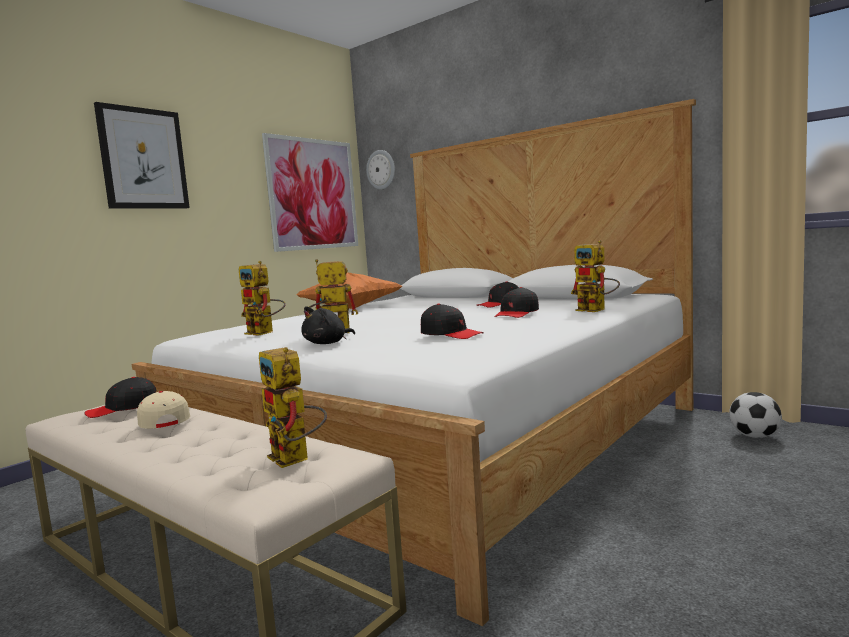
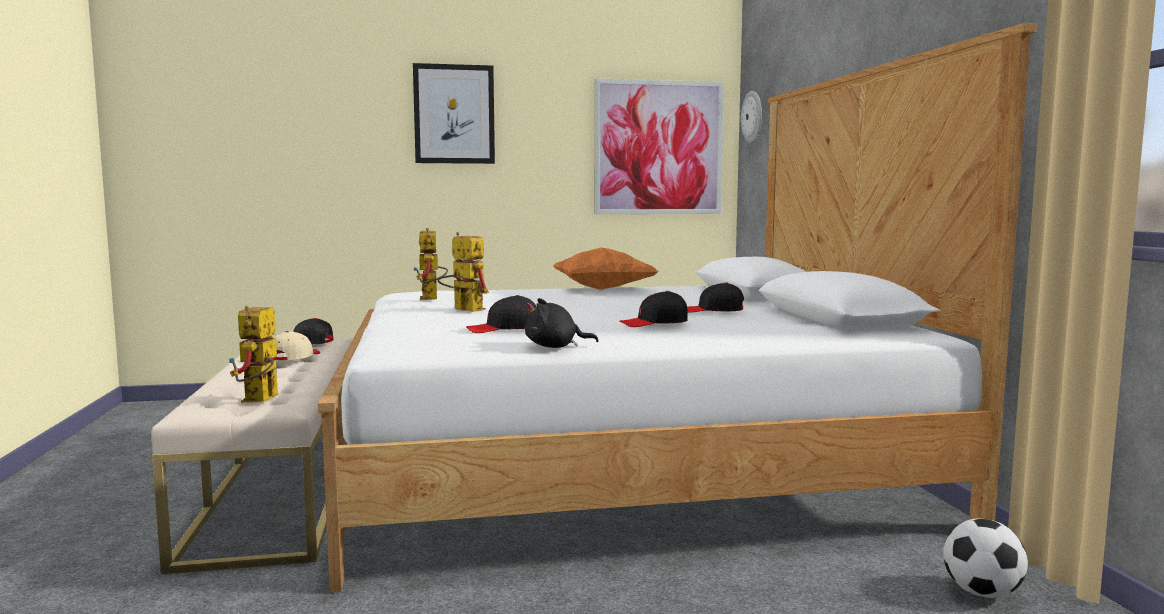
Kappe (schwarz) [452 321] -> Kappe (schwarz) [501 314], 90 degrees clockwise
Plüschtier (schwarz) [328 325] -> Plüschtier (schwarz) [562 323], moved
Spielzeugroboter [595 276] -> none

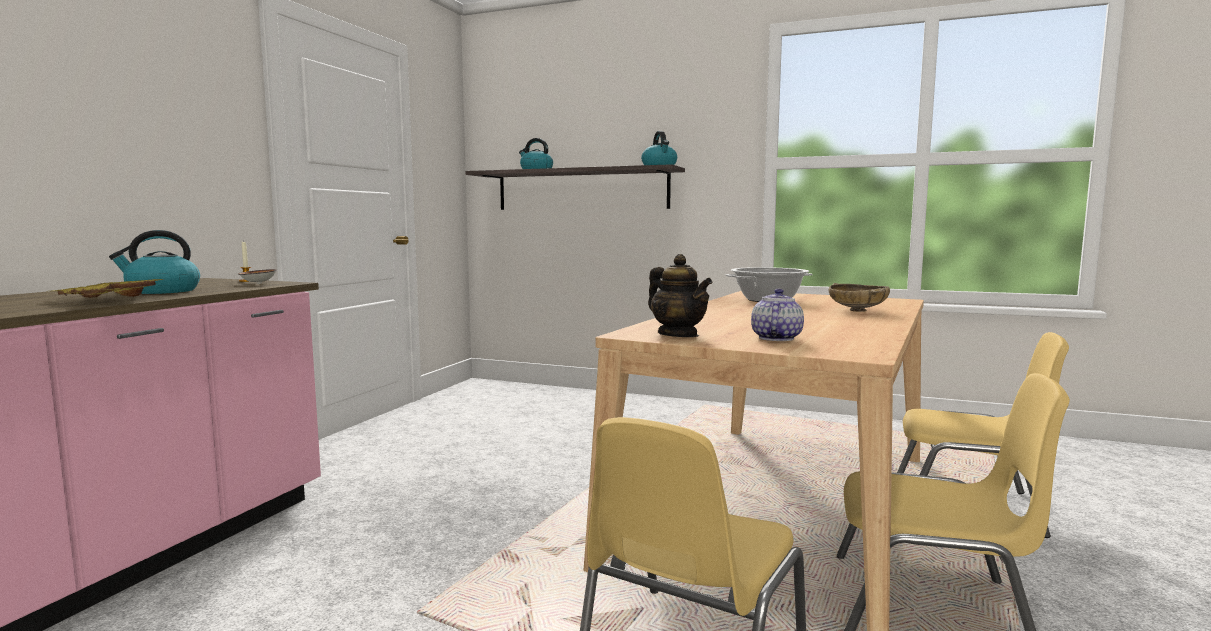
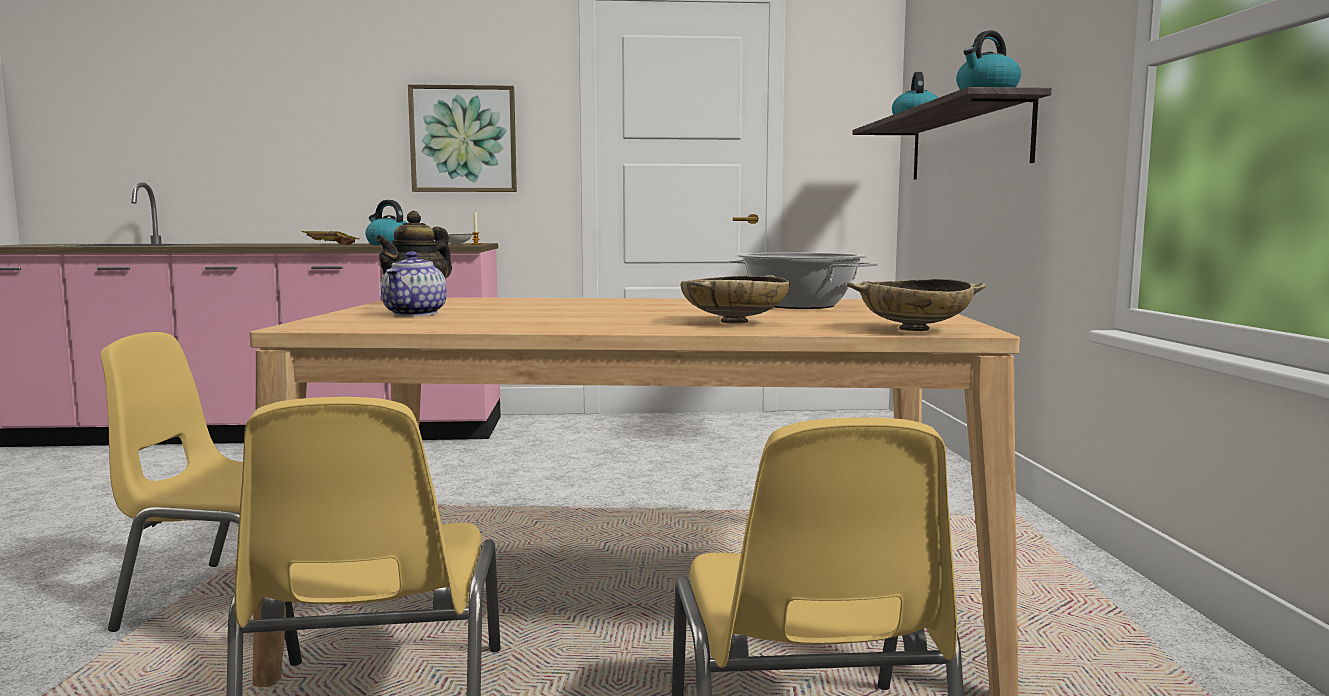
Teekanne [777 315] -> Teekanne [414 283], 105 degrees clockwise
none -> Bild [462 138]
none -> Schüssel (beige) [916 305]

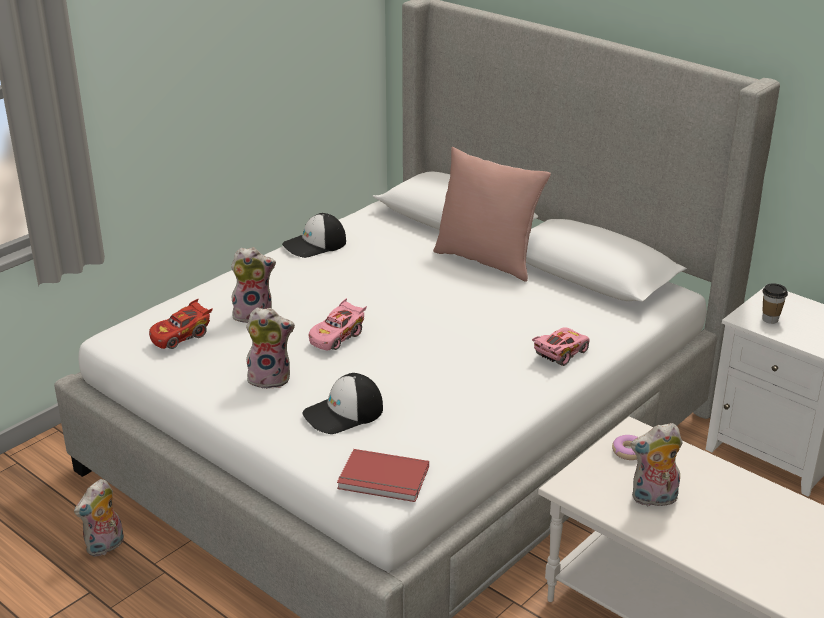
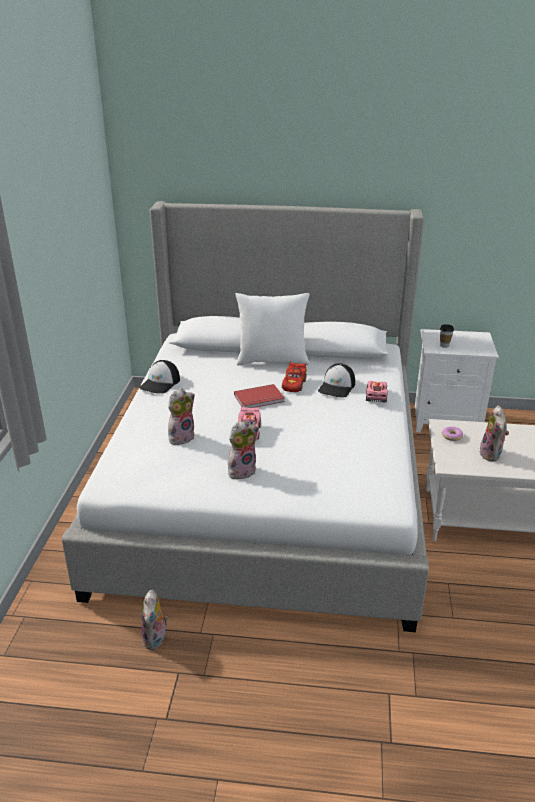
Buch (rot) [383 475] -> Buch (rot) [259 396], moved
Kissen (rosa) [492 214] -> Kissen (weiß) [273 329]
Spielzeugauto (rot) [181 323] -> Spielzeugauto (rot) [294 376], moved
Kappe [342 403] -> Kappe [336 380], moved
Plüschtier [656 466] -> Plüschtier [494 433], 45 degrees counterclockwise

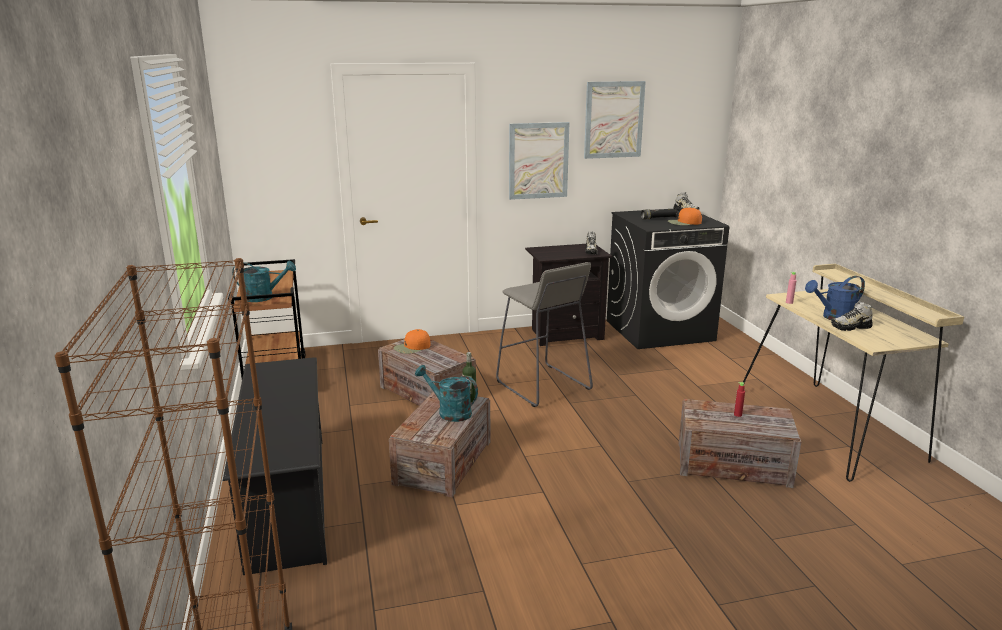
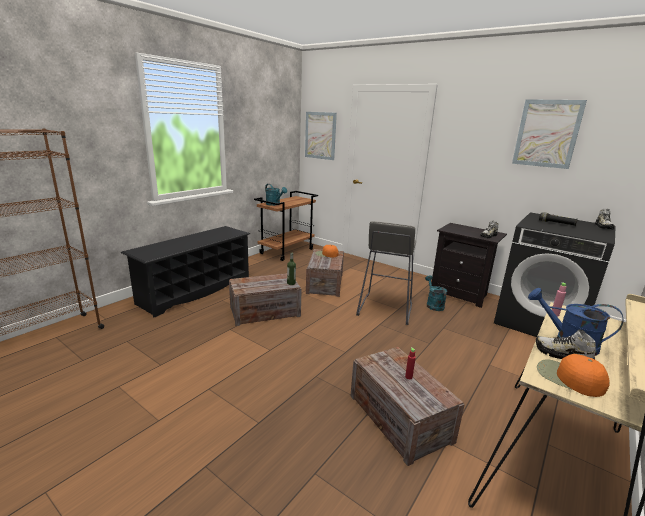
Bild [539 161] -> Bild [321 136], moved
Gießkanne (türkis) [446 393] -> Gießkanne (türkis) [436 293], moved
Kappe (orange) [685 216] -> Kappe (orange) [573 375], moved

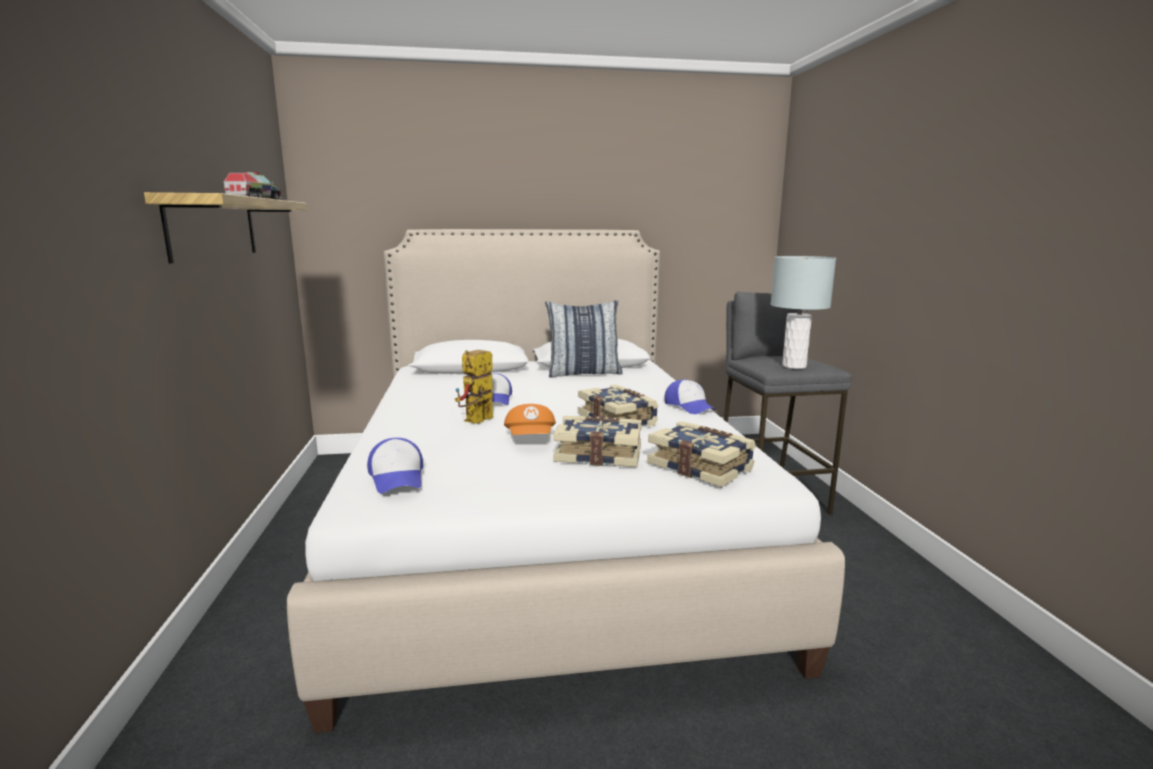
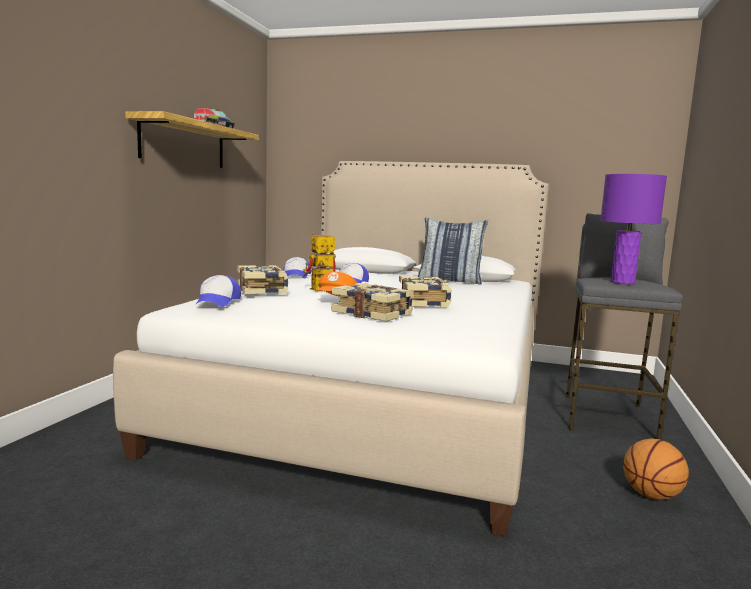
Buch [701 454] -> Buch [263 280], moved
Kappe [690 396] -> Kappe [297 267], moved
Tischlampe (grau) [803 312] -> Tischlampe (lila) [633 229]
none -> Basketball [656 469]

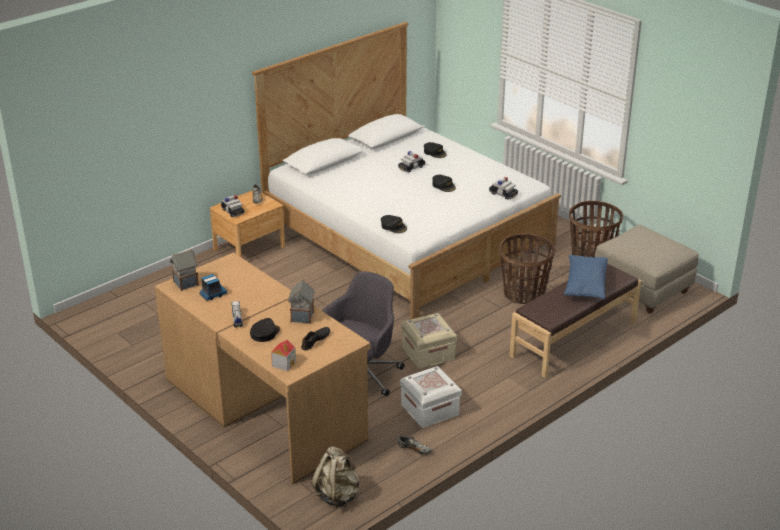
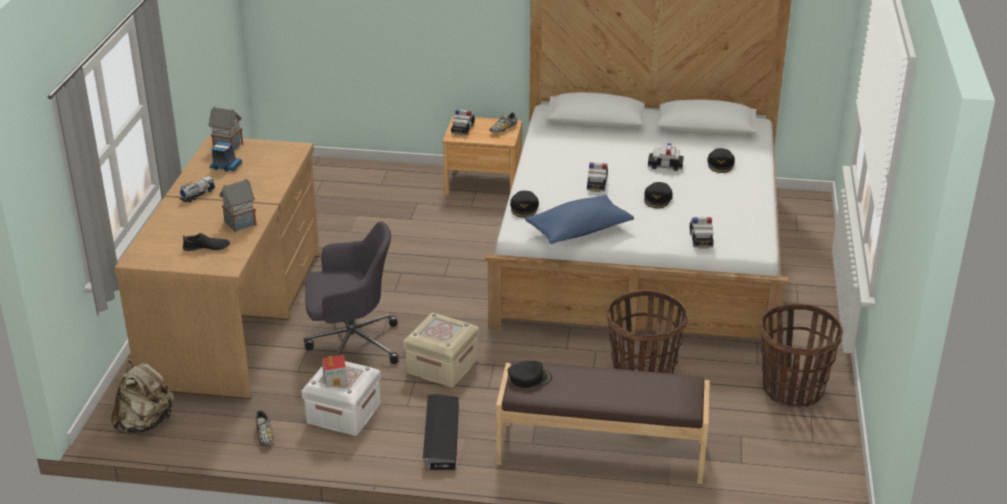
Spielzeughaus [283 355] -> Spielzeughaus [334 371], moved
none -> Aufbewahrungsbox (schwarz) [441 432]
Kappe (schwarz) [265 330] -> Kappe (schwarz) [530 374], moved
Kissen (blau) [586 277] -> Kissen (blau) [579 219], moved
none -> Spielzeugauto [597 177]
Polsterhocker (beige) [647 269] -> none

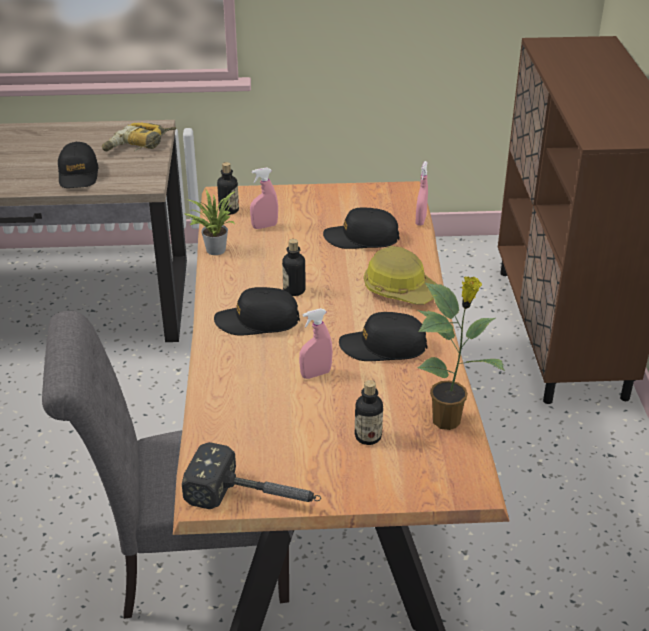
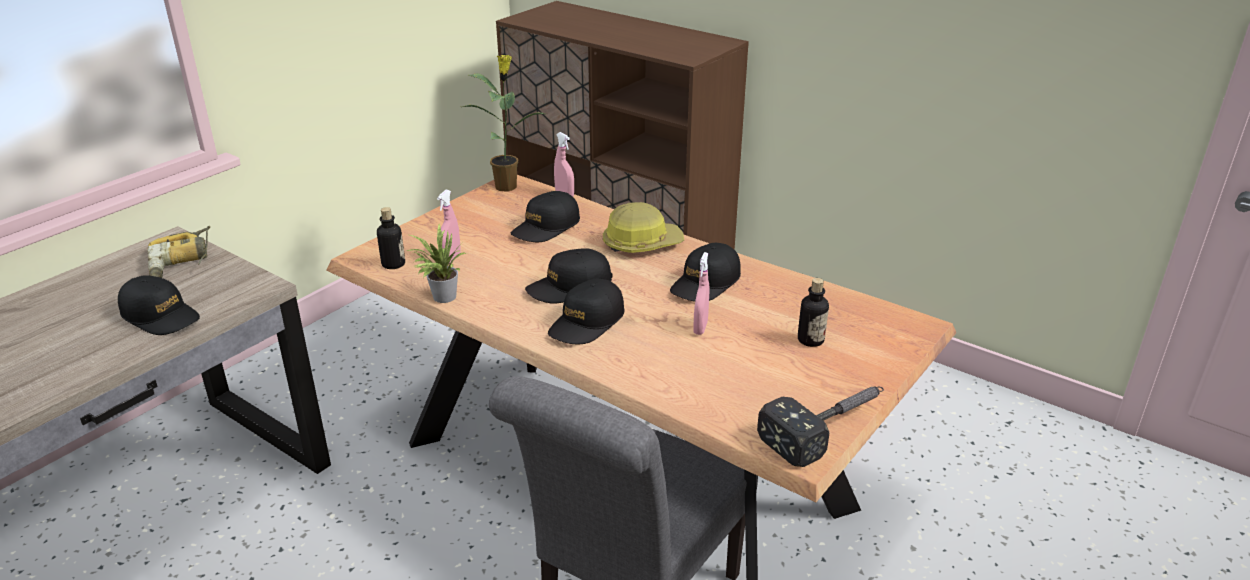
Topfpflanze [461 353] -> Topfpflanze [504 123], moved
Flasche [294 267] -> Kappe (schwarz) [569 276]

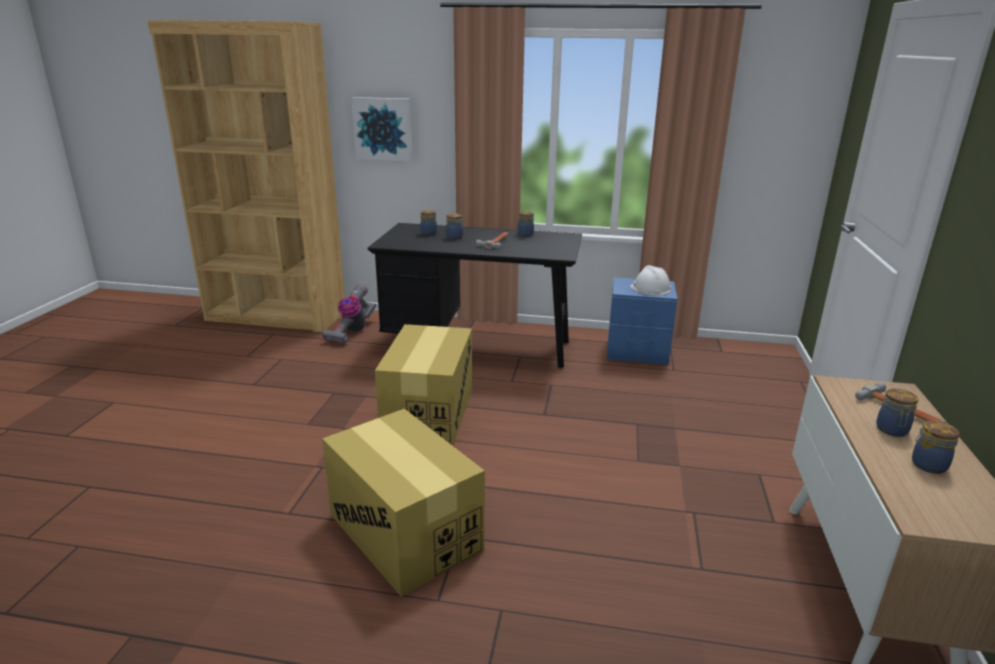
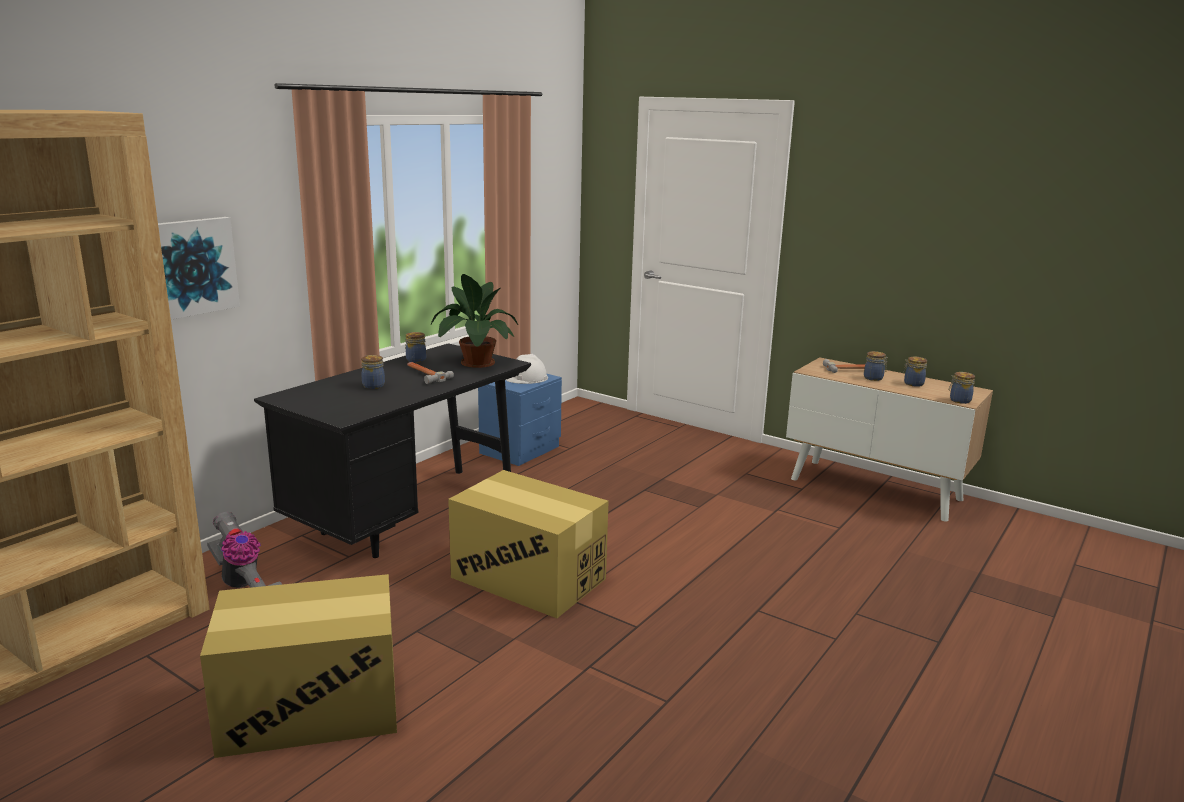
Karton [403 502] -> Karton [298 666], moved
none -> Topfpflanze [474 321]
Vorratsglas [428 222] -> Vorratsglas [962 388], moved

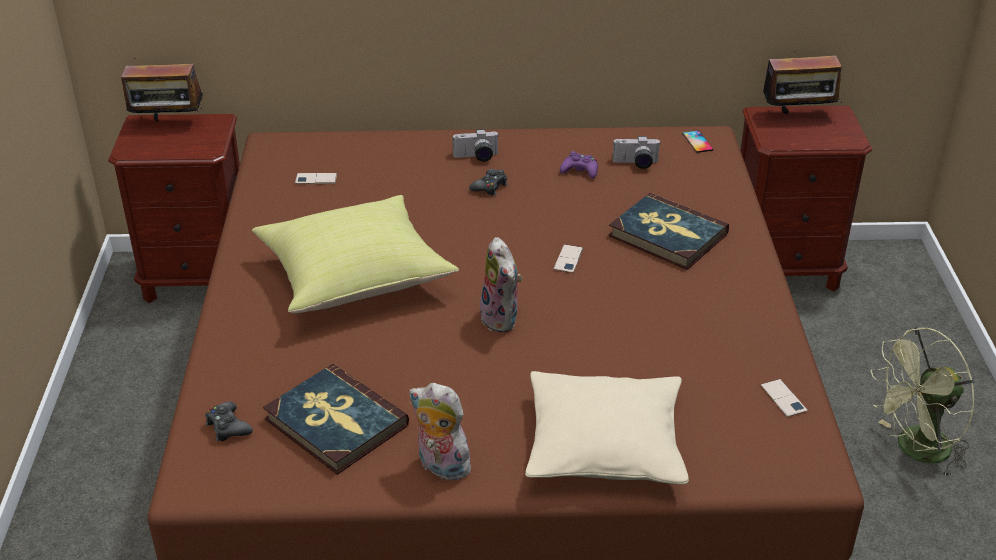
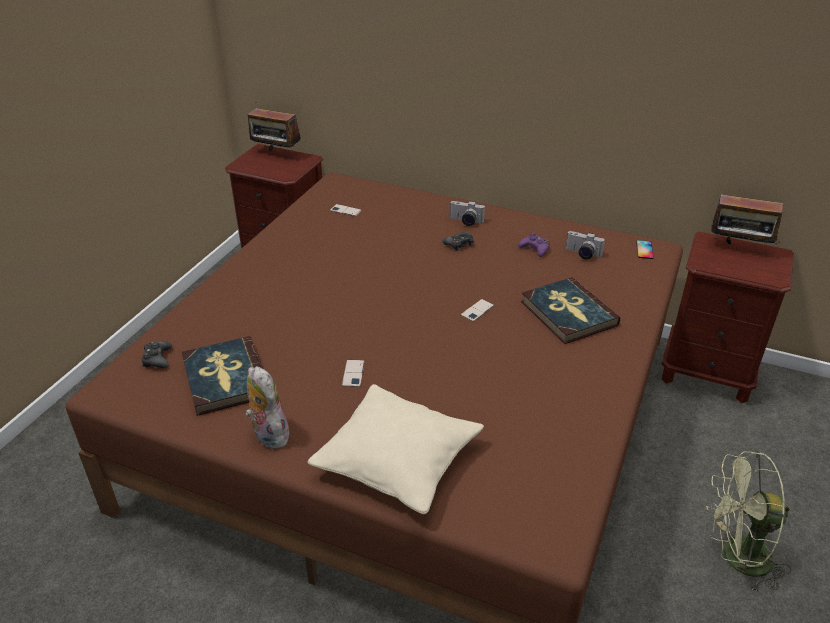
Handy [784 398] -> Handy [353 373], moved
Kissen (gelb) [355 254] -> none
Plüschtier [501 284] -> none

